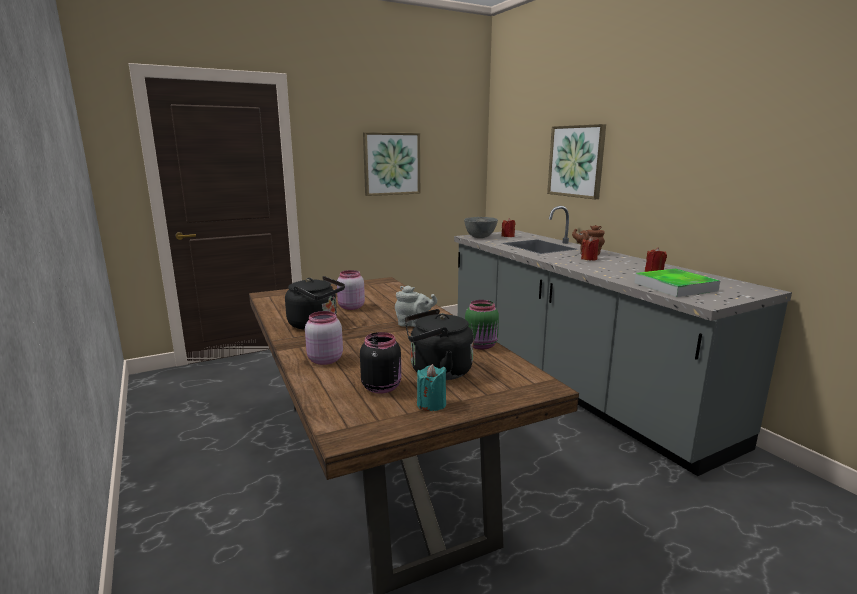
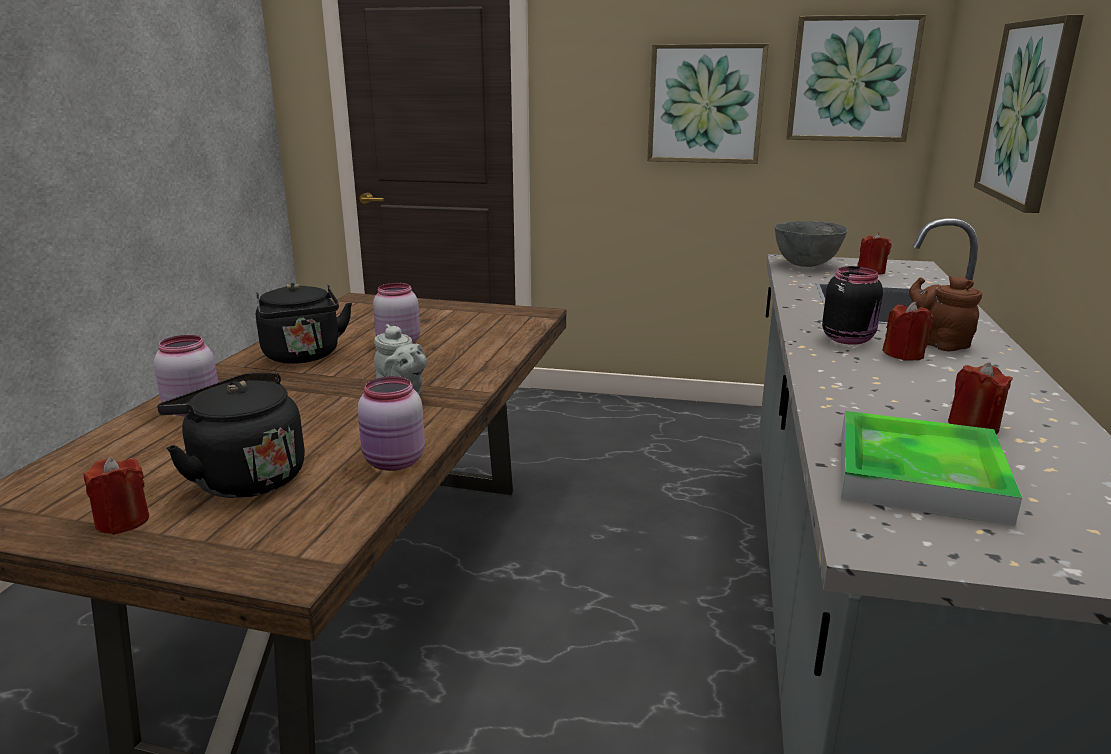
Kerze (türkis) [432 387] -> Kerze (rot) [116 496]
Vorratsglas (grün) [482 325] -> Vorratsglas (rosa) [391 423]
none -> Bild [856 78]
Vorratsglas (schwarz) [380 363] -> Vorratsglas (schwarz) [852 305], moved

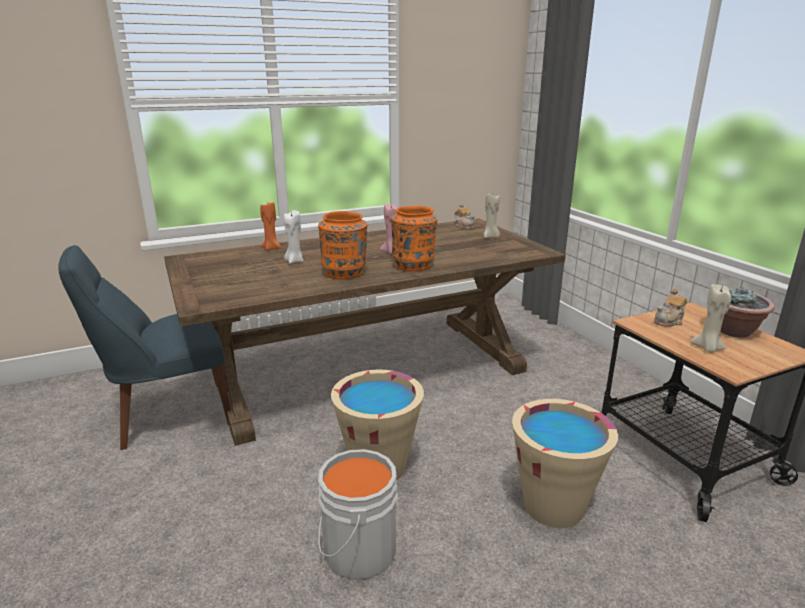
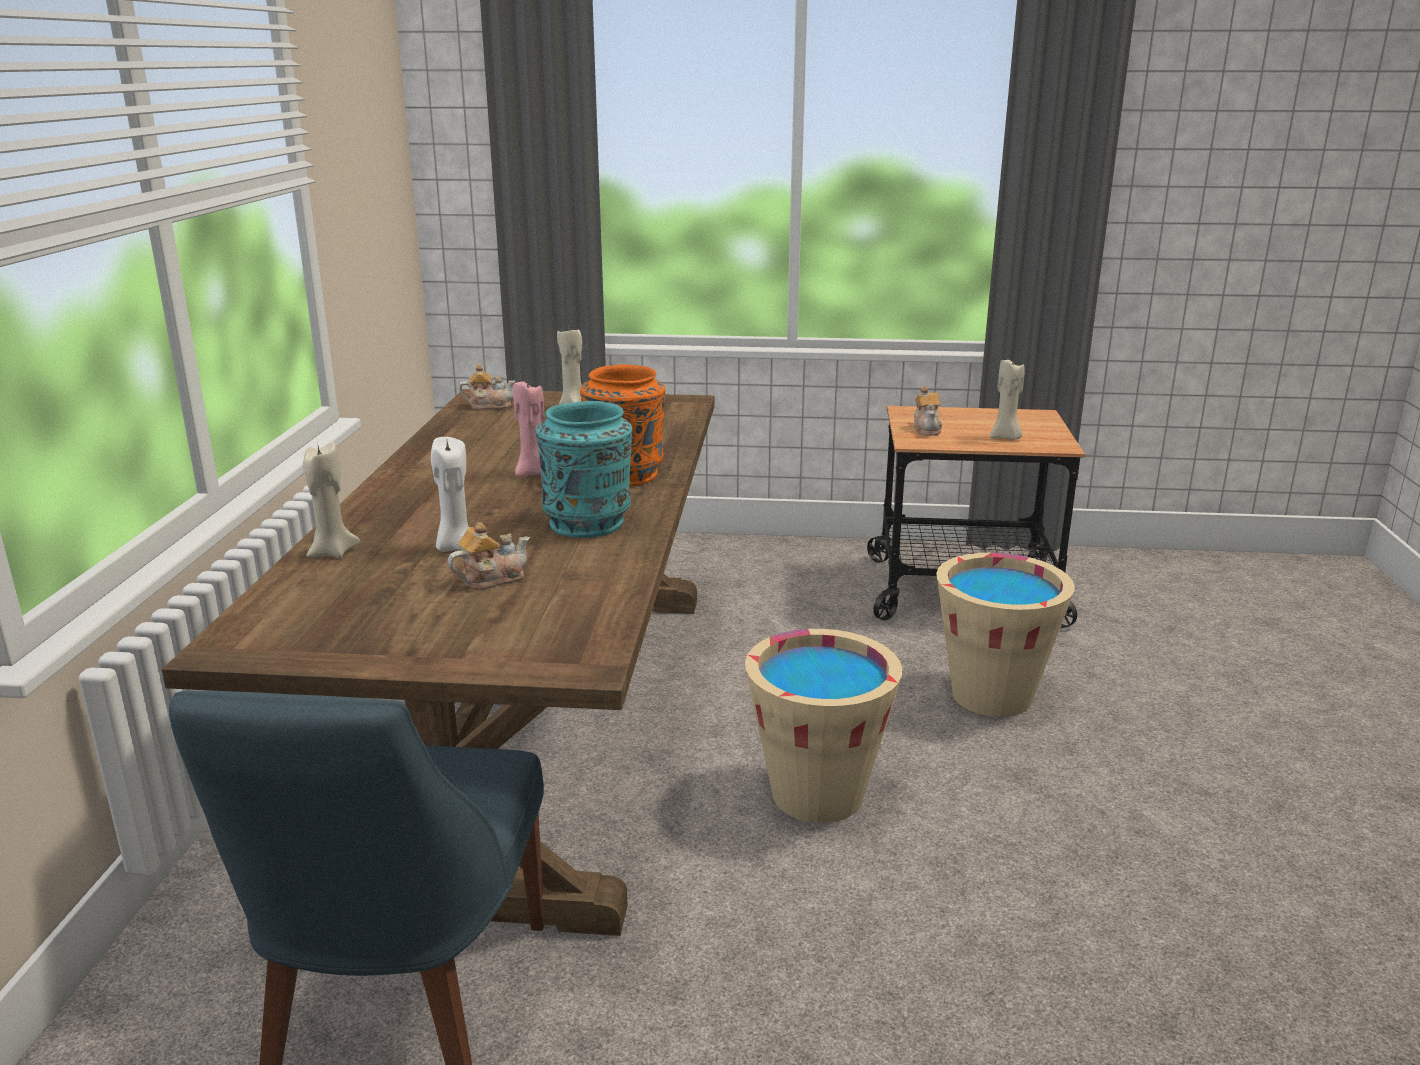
Kerze (orange) [270 226] -> Kerze (beige) [331 500]
none -> Teekanne [489 556]
Vase (orange) [342 245] -> Vase (türkis) [584 469]
Eimer (grau) [358 514] -> none
Topfpflanze [747 312] -> none

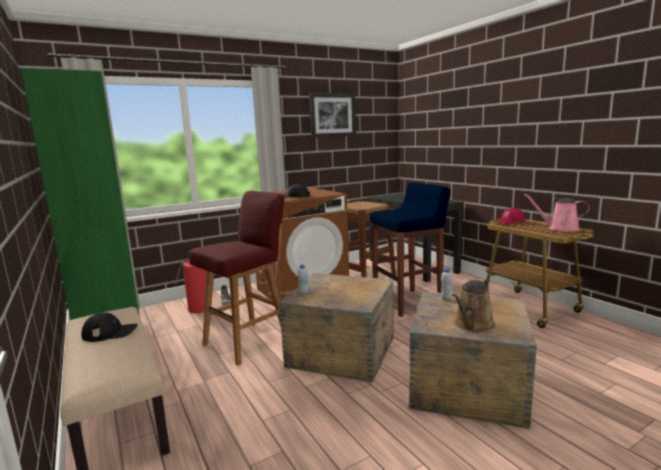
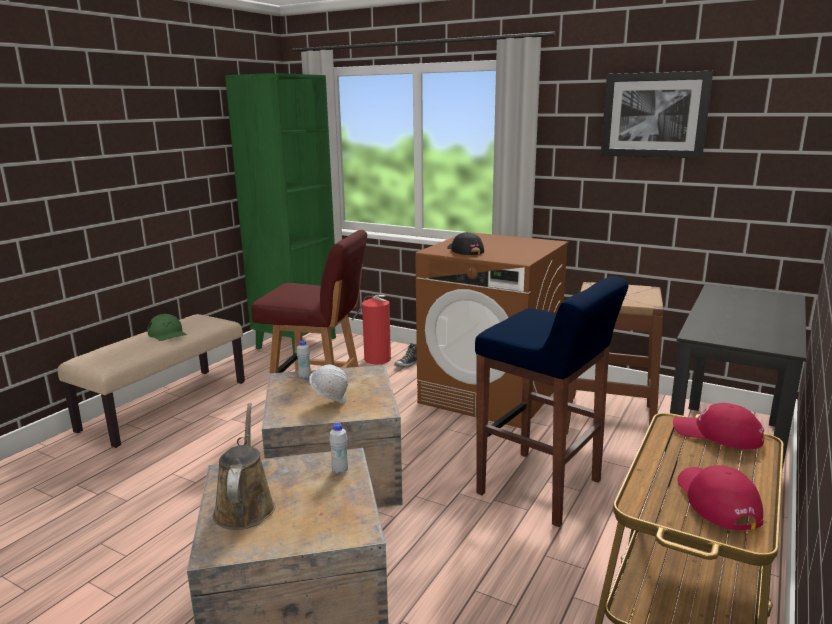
Kappe (schwarz) [109 327] -> Kappe (grün) [167 327]
Gießkanne (braun) [473 305] -> Gießkanne (braun) [244 466], 75 degrees clockwise
none -> Schutzhelm (weiß) [328 385]
Gießkanne (rosa) [557 213] -> Kappe (rot) [720 497]

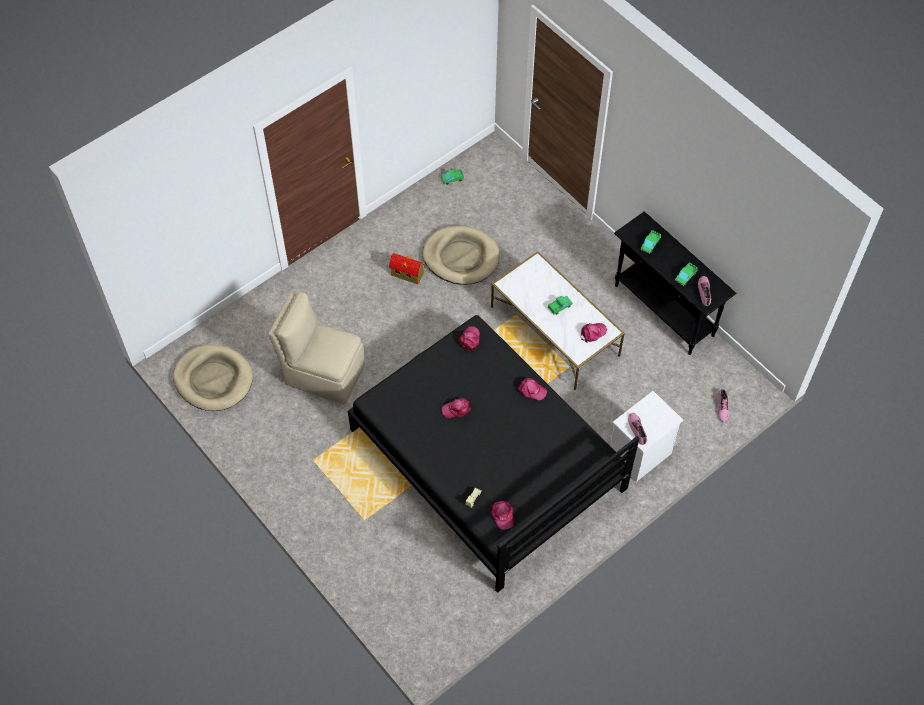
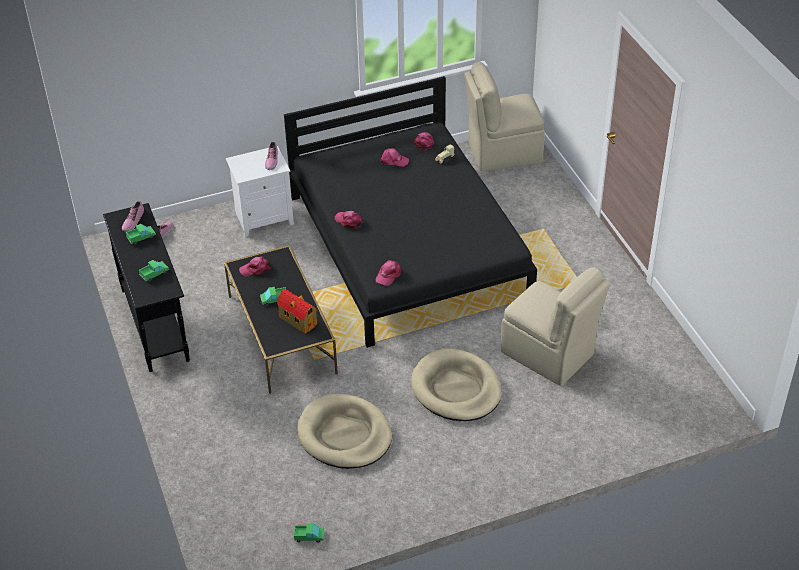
Couchtisch (weiß) [558 320] -> Couchtisch (schwarz) [281 319]
Spielzeughaus [406 268] -> Spielzeughaus [297 311], moved
Kappe (rosa) [456 408] -> Kappe (rosa) [394 157], moved
Hundebett (beige) [213 377] -> Hundebett (beige) [456 384], moved
none -> Stuhl (beige) [504 116]

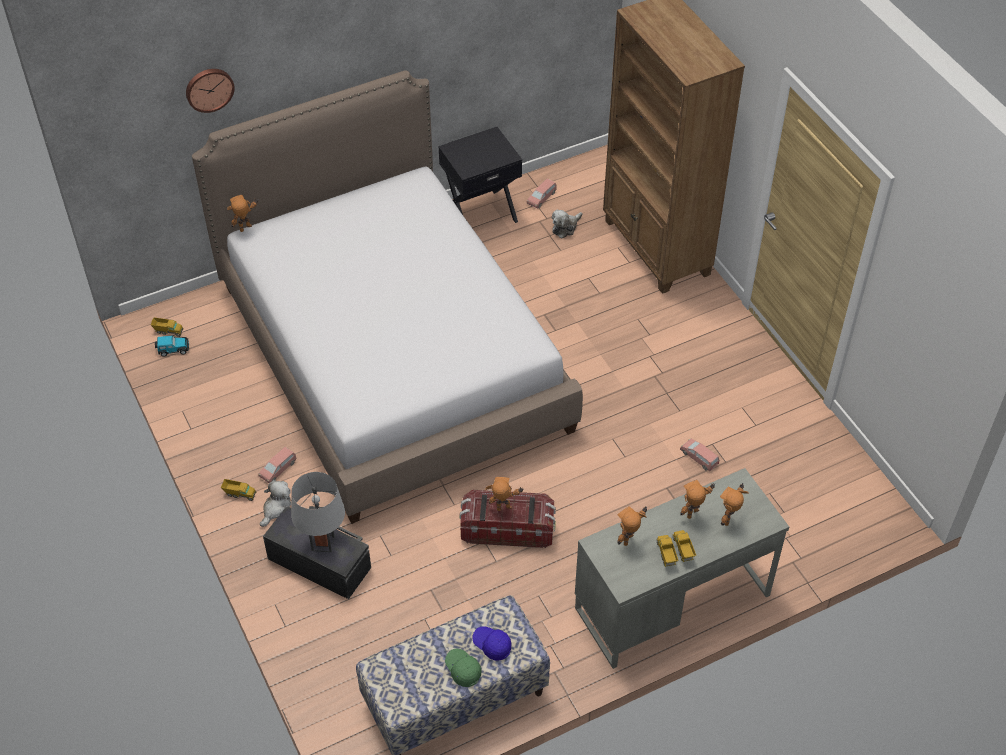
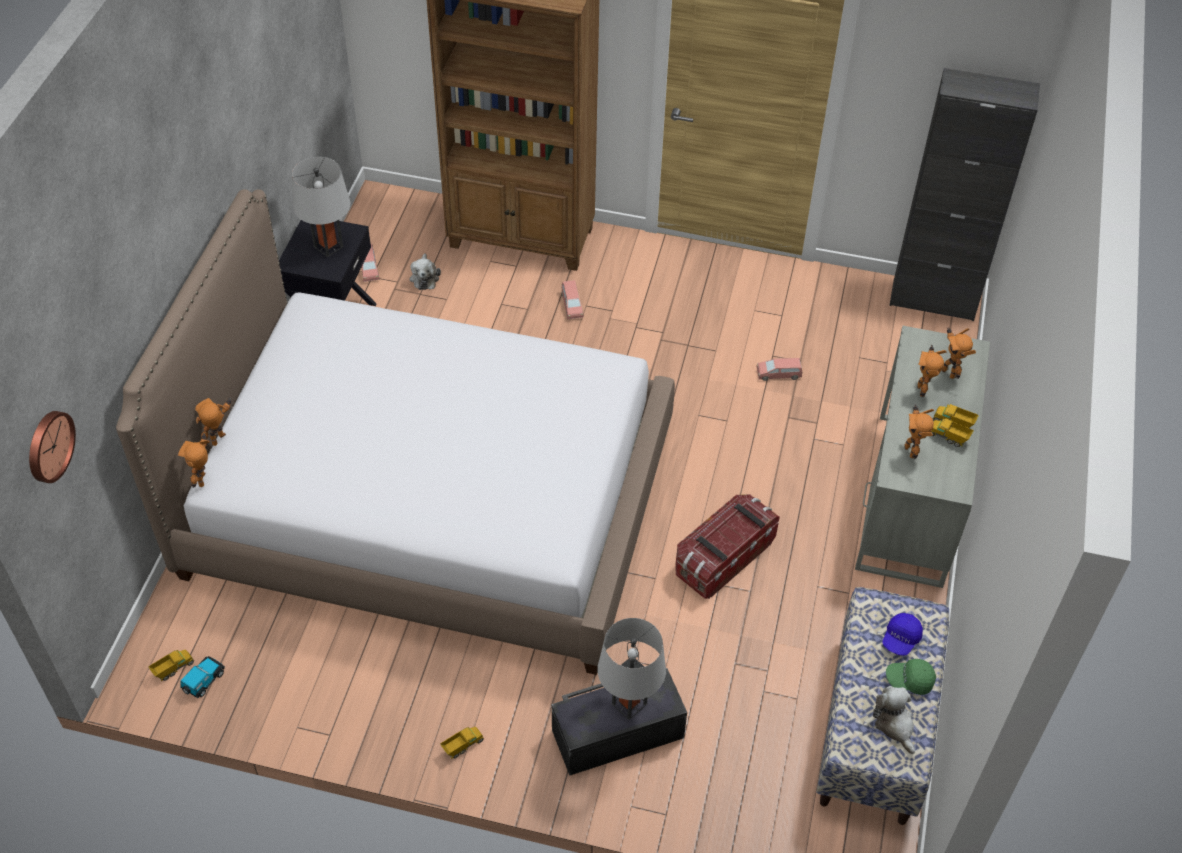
Wanduhr [210 91] -> Wanduhr [52 447], moved
Spielzeugroboter [504 494] -> Spielzeugroboter [213 422], moved
none -> Tischlampe (grau) [321 207]
Spielzeugauto (rosa) [277 465] -> Spielzeugauto (rosa) [573 299], moved
Plüschtier [275 503] -> Plüschtier [894 720], moved
Kappe (blau) [492 643] -> Kappe (blau) [902 634], 45 degrees counterclockwise
none -> Schrank (schwarz) [964 194]

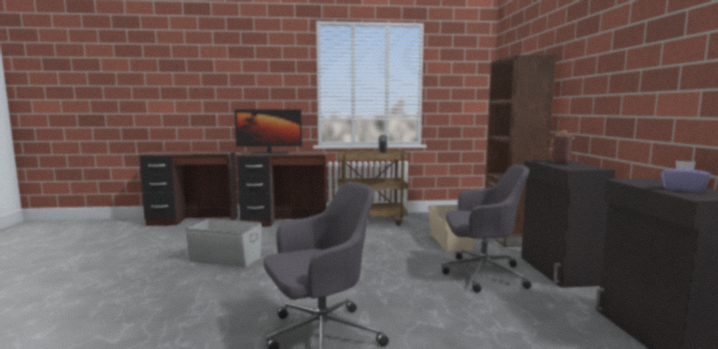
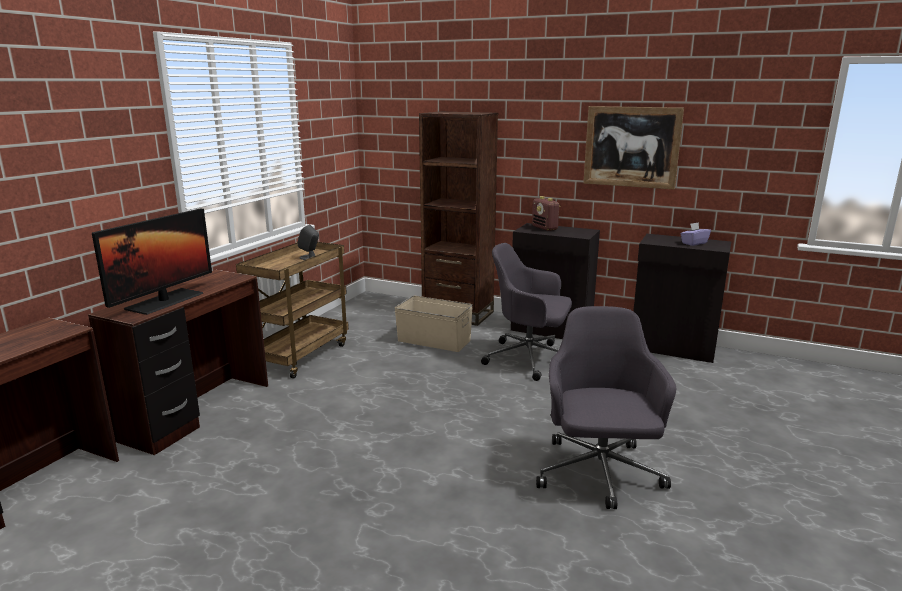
Bürostuhl (grau) [486 229] -> Bürostuhl (grau) [526 312], 105 degrees counterclockwise
none -> Bild [633 147]
Aufbewahrungsbox (grau) [223 242] -> none

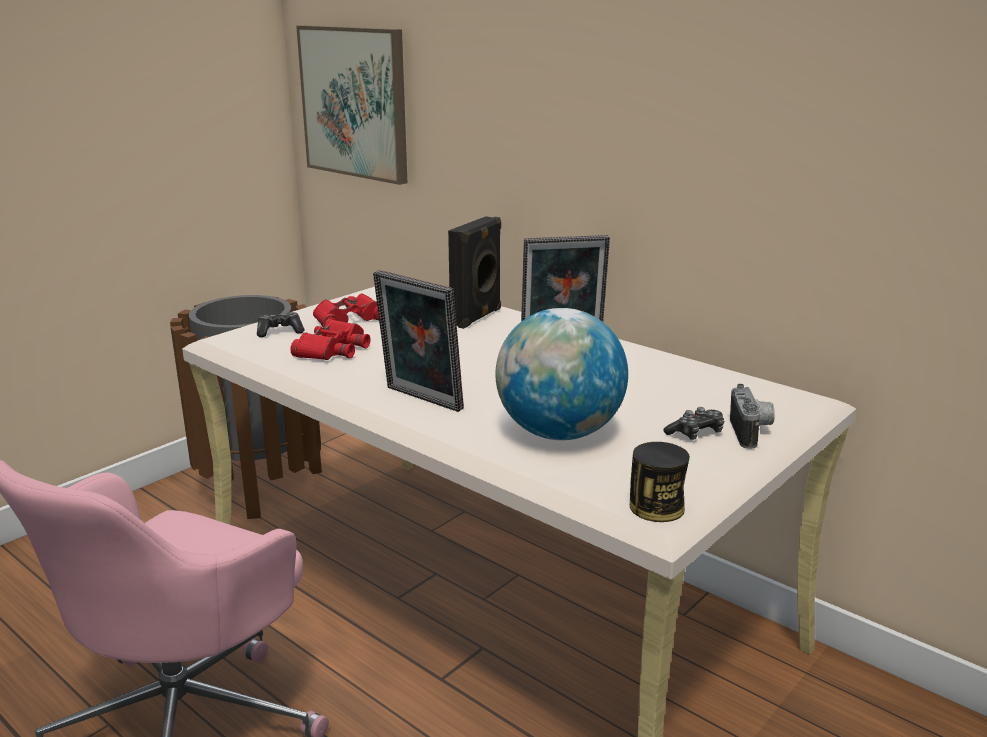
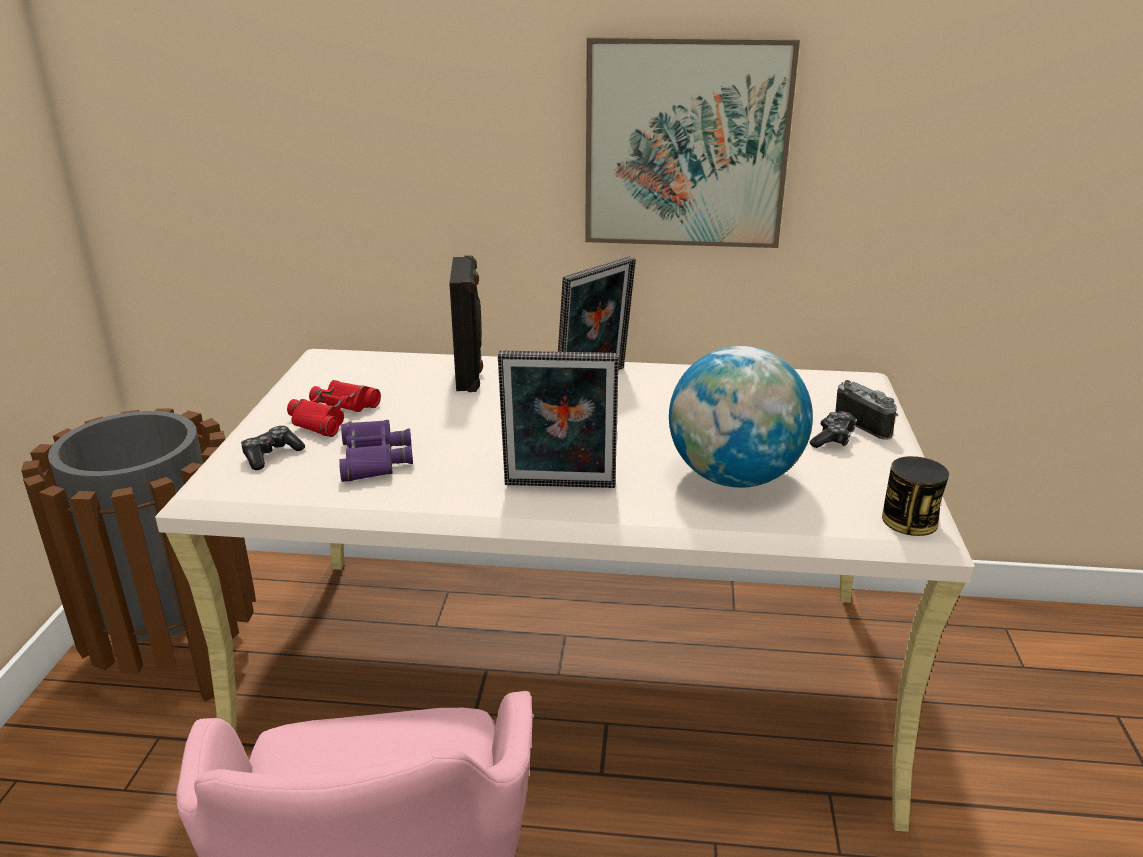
Fernglas (rot) [330 339] -> Fernglas (lila) [376 451]
Bild [351 105] -> Bild [692 142], moved

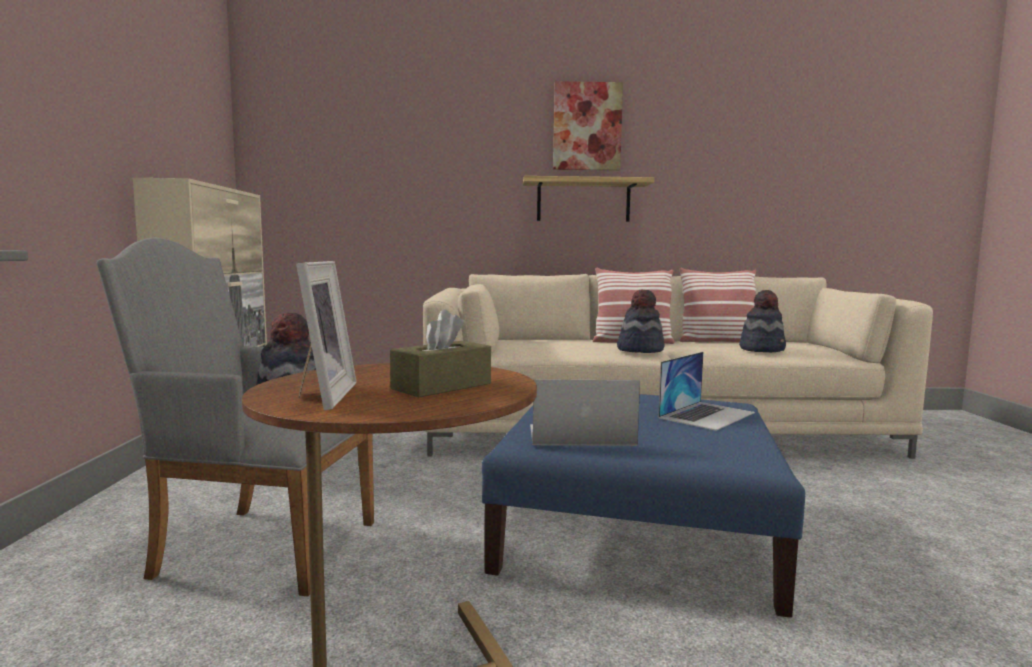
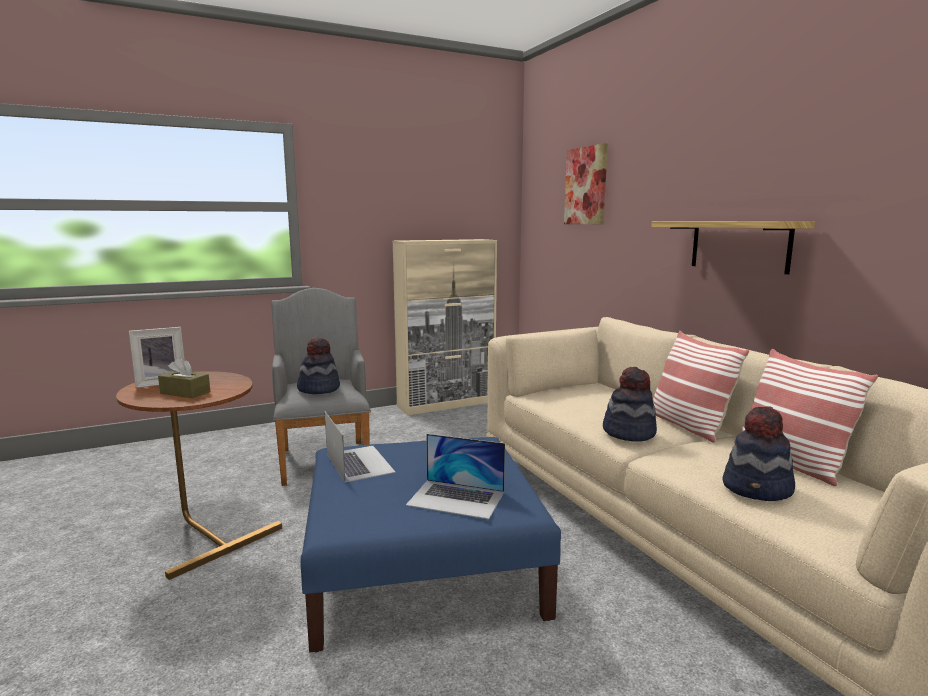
Bild [588 125] -> Bild [586 183], moved

